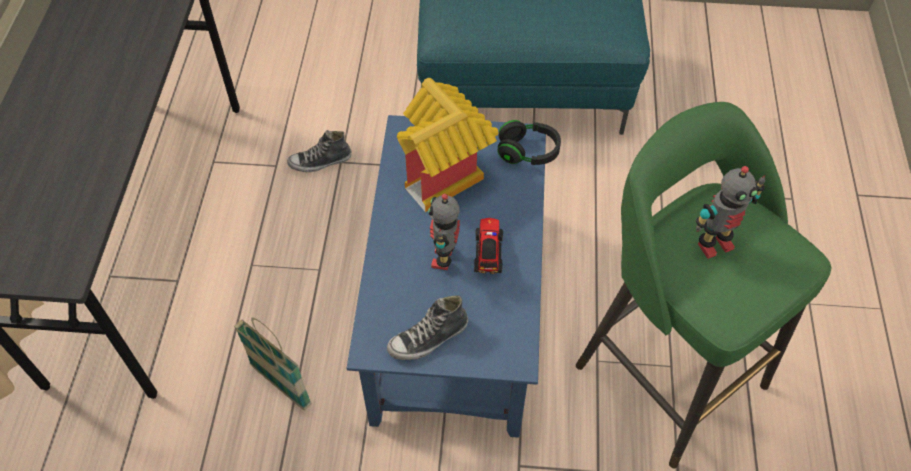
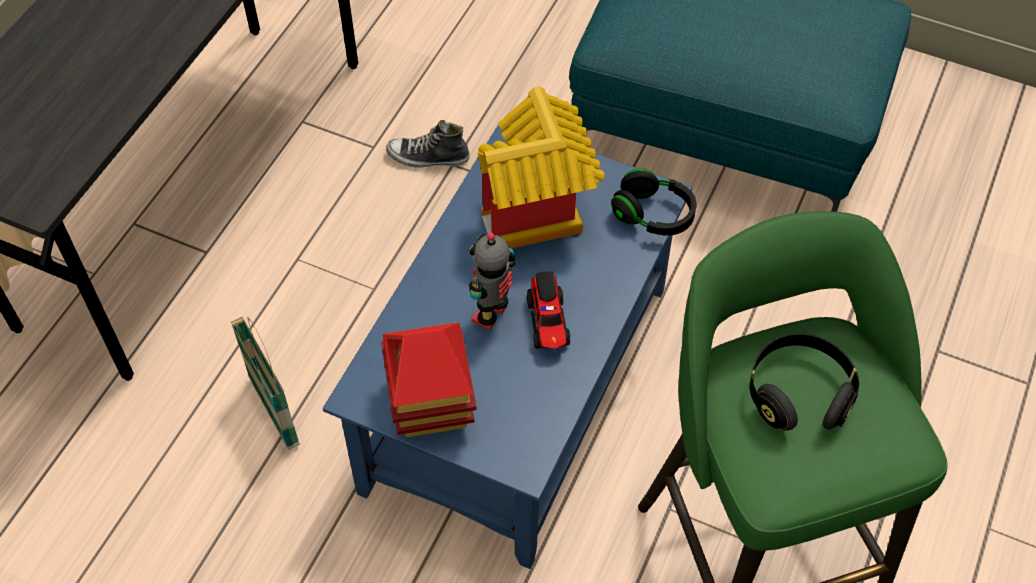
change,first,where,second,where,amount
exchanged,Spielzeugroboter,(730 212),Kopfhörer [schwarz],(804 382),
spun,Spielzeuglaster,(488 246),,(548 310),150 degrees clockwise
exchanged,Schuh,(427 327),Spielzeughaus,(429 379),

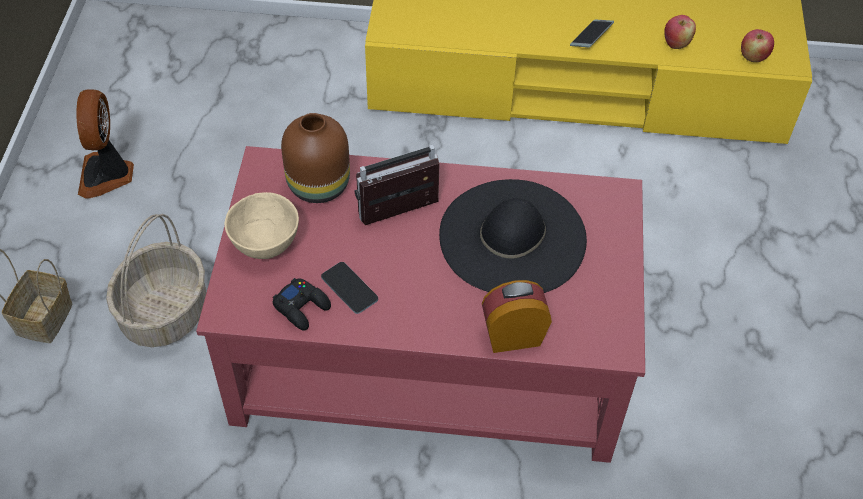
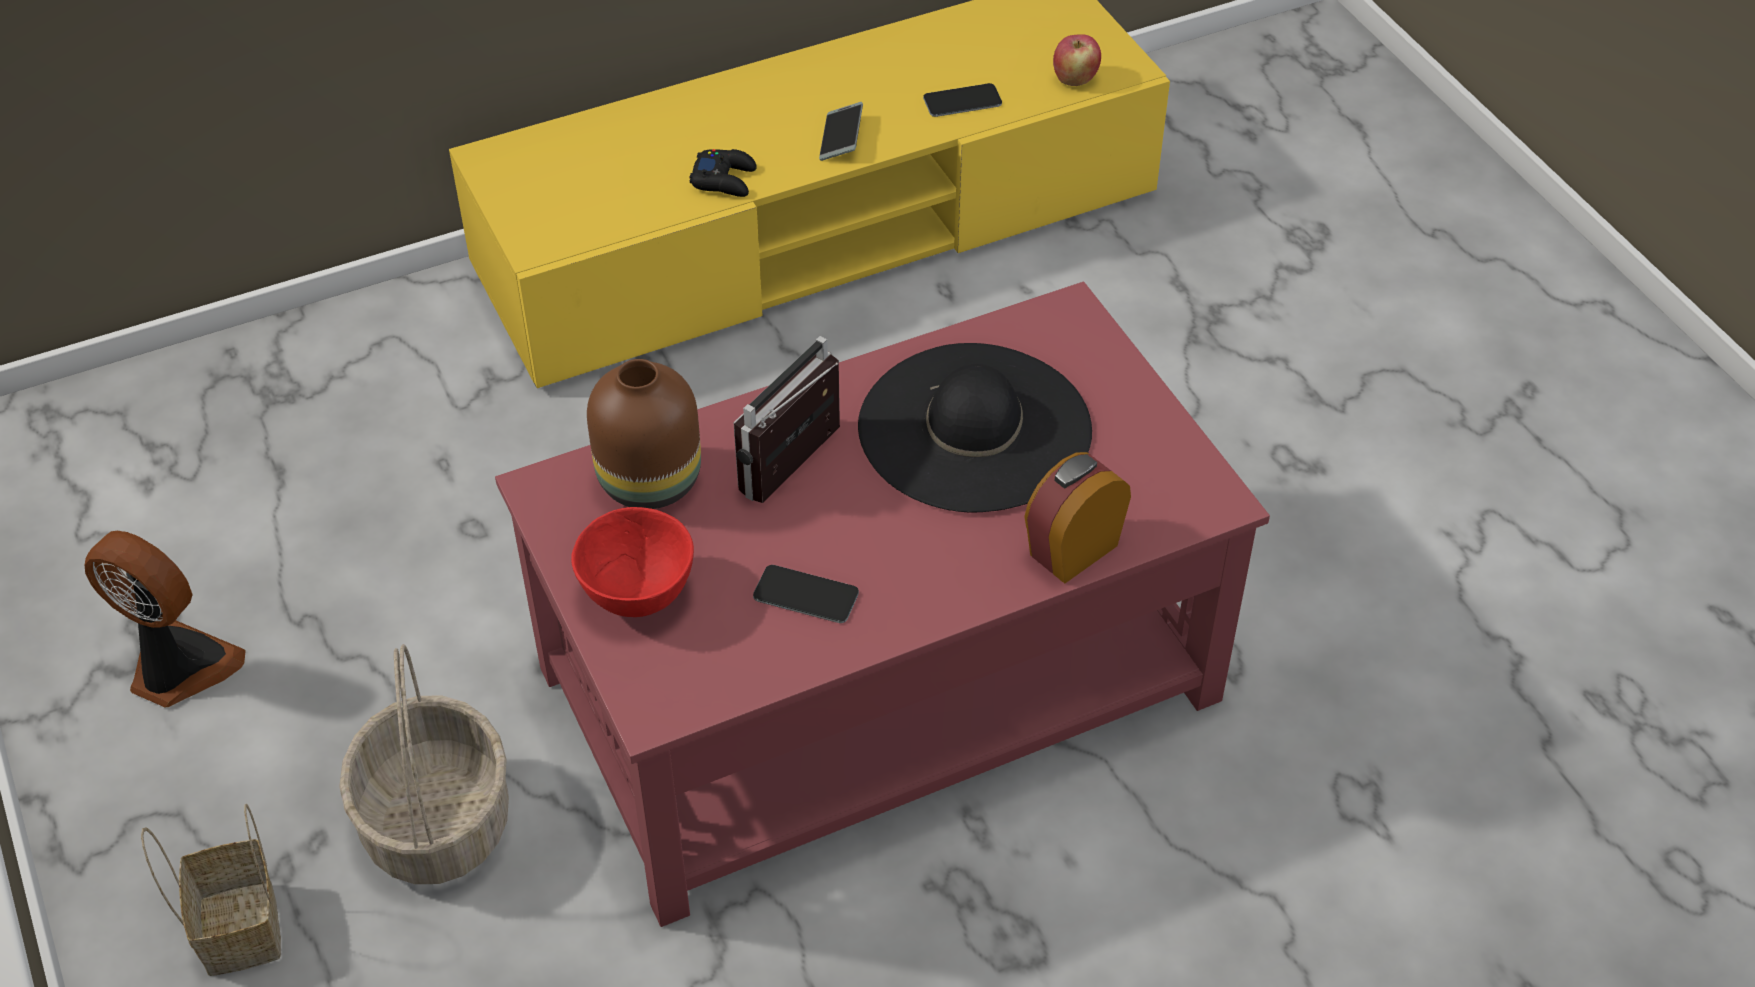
change,first,where,second,where,amount
exchanged,Apfel,(680 32),Handy,(962 100),
spun,Ventilator,(105 144),,(165 619),150 degrees clockwise
colour,Schüssel [beige],(262 225),Schüssel [rot],(632 562),
relocated,Gamepad [schwarz],(302 304),,(723 173),

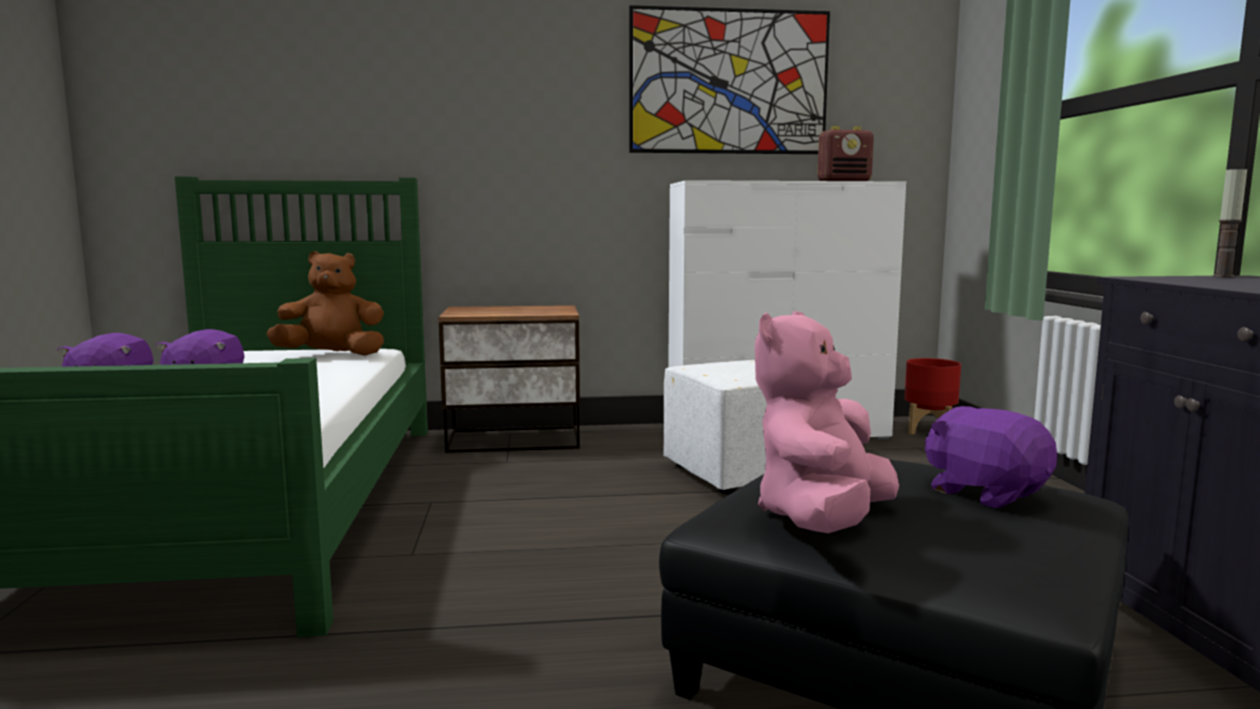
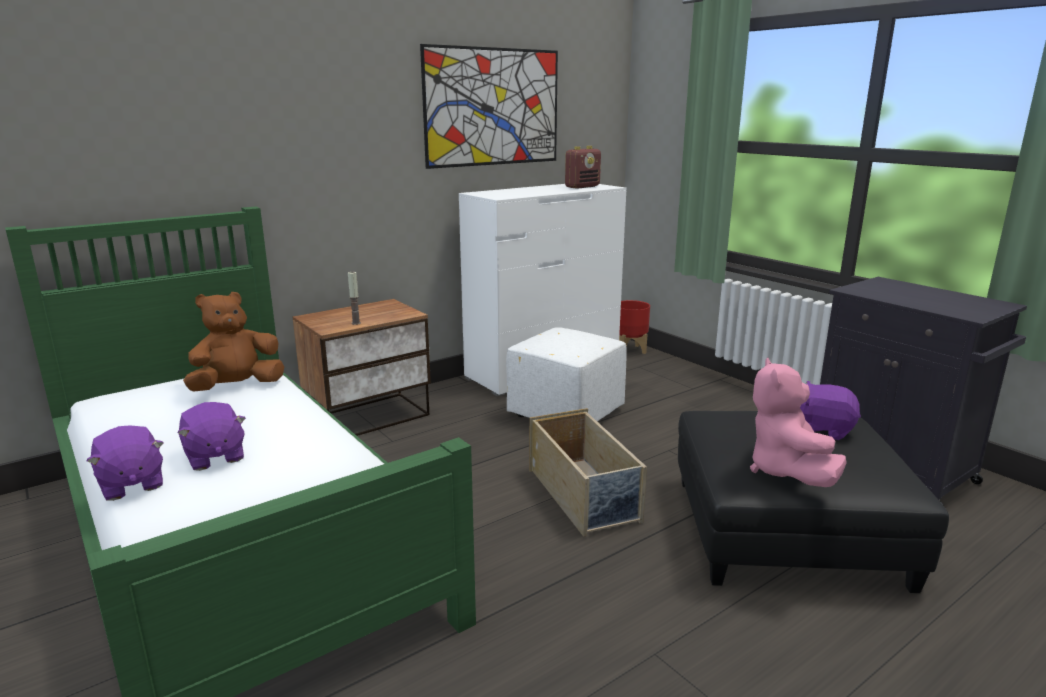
change,first,where,second,where,amount
relocated,Kerze,(1230 221),,(354 298),
appeared,,,Aufbewahrungsbox [beige],(588 472),

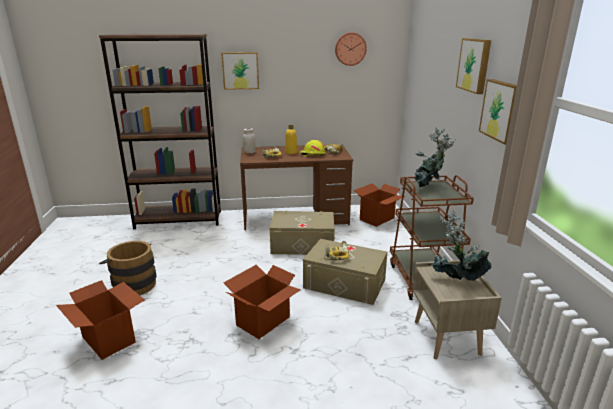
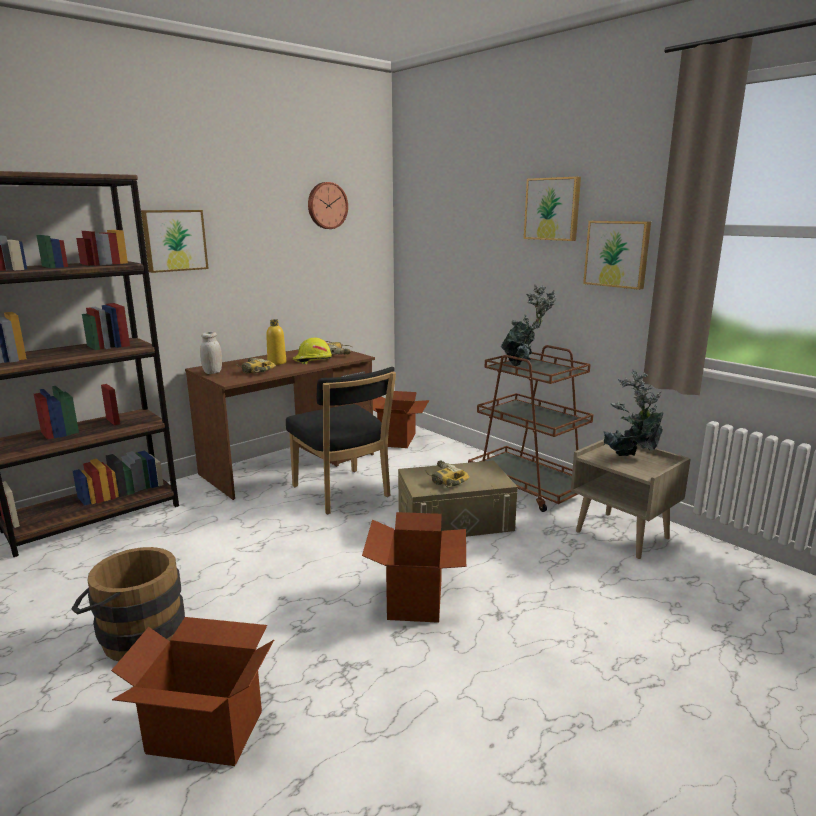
change,first,where,second,where,amount
exchanged,Aufbewahrungsbox [beige],(302 233),Stuhl [schwarz],(341 440),

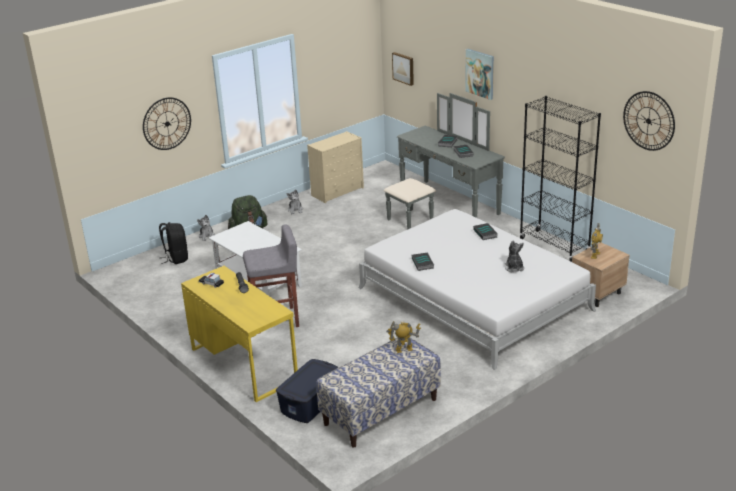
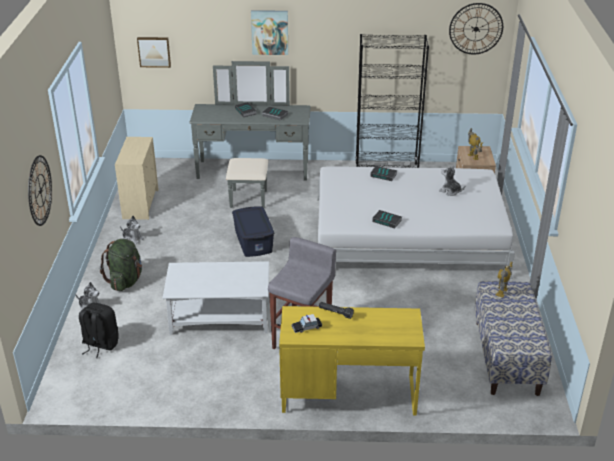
change,first,where,second,where,amount
relocated,Aufbewahrungsbox [blau],(307 391),,(253 231),

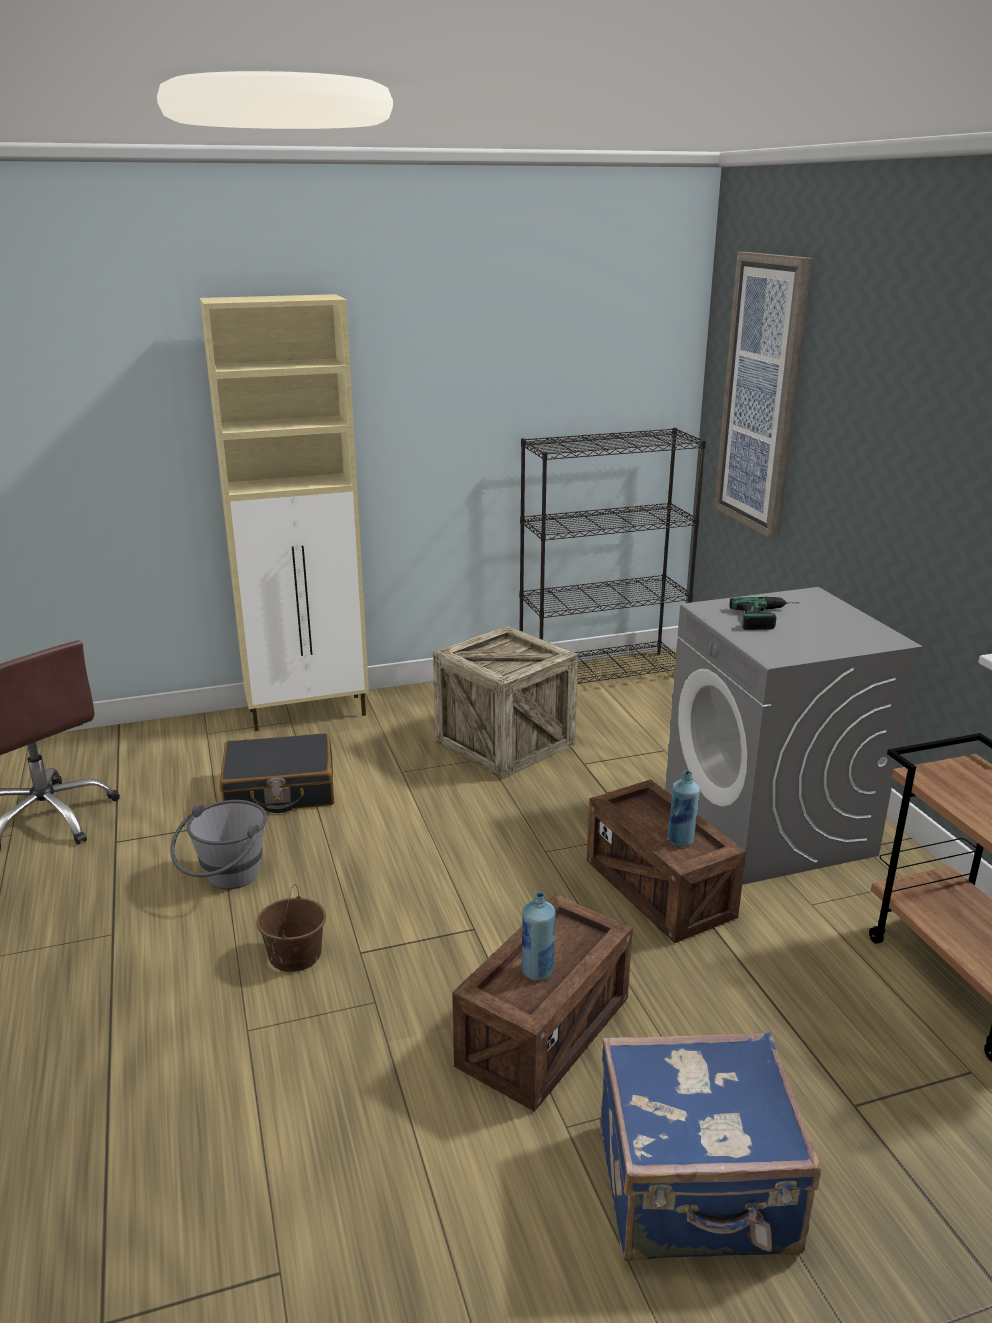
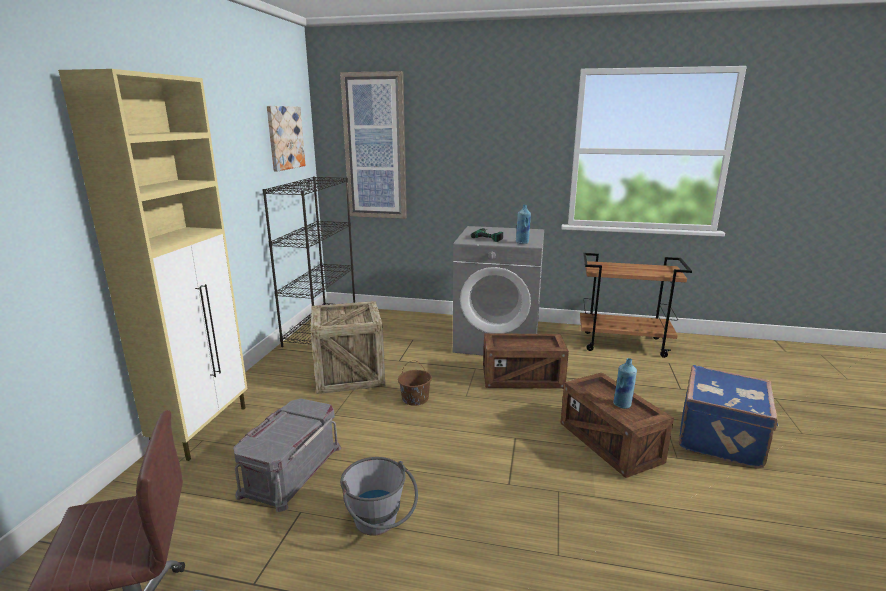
change,first,where,second,where,amount
exchanged,Koffer [schwarz],(277 773),Aufbewahrungsbox [grau],(287 455),
relocated,Flasche [blau],(683 809),,(523 224),
relocated,Eimer [braun],(291 928),,(415 383),
appeared,,,Bild,(286 138),

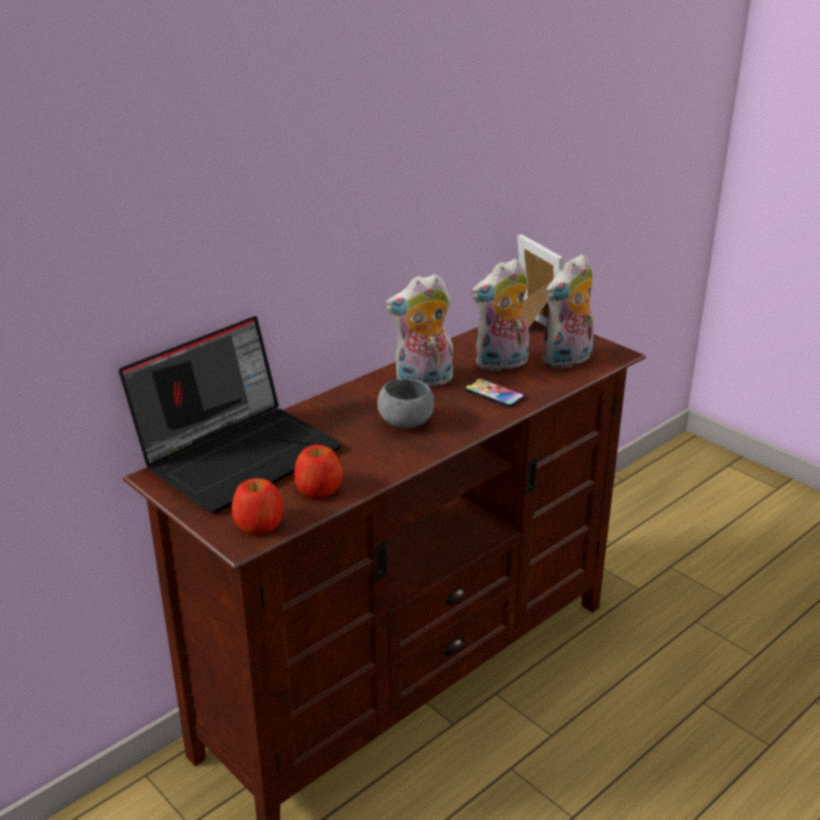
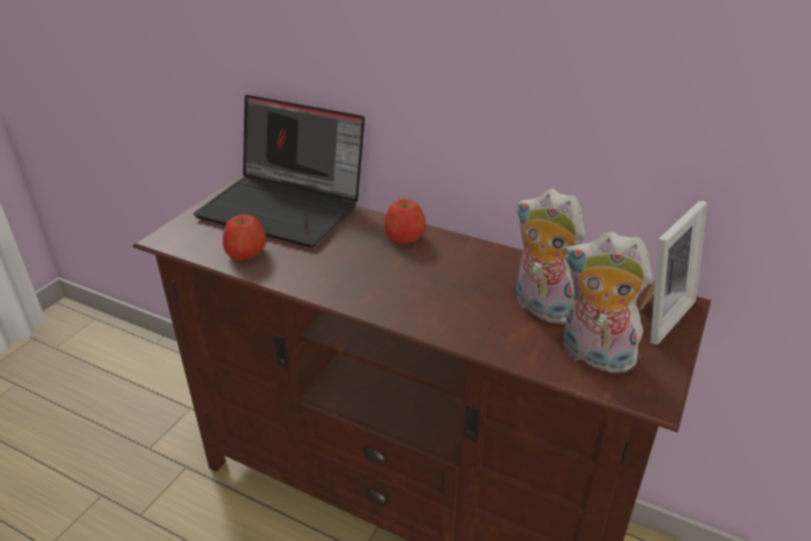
change,first,where,second,where,amount
missing,Plüschtier,(419 330),,,
missing,Schüssel [grau],(405 403),,,
missing,Handy,(494 393),,,
relocated,Apfel,(257 506),,(405 221),

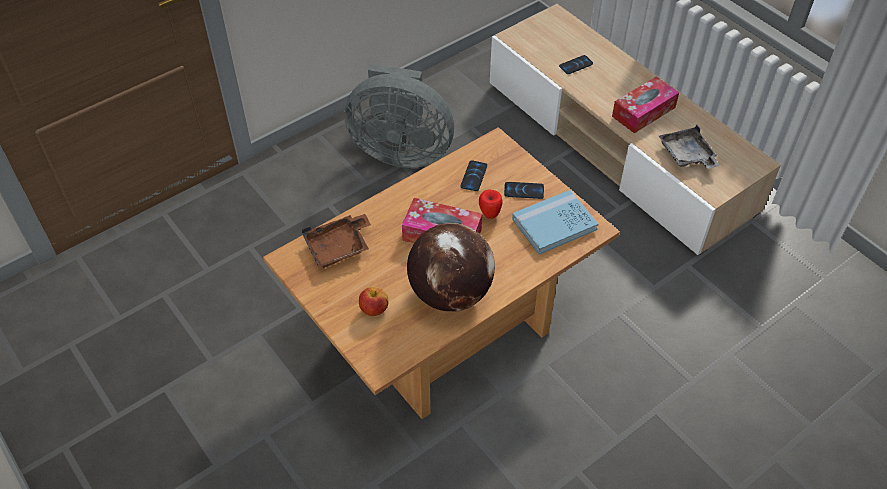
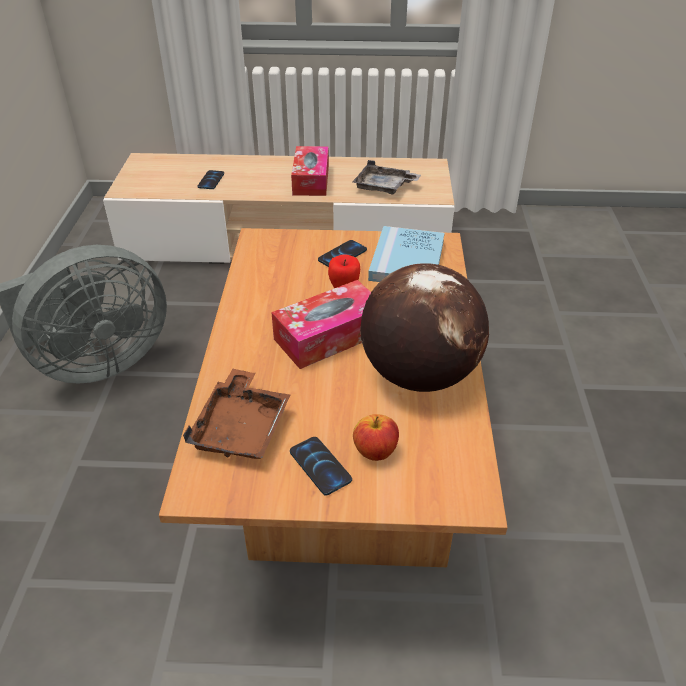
change,first,where,second,where,amount
relocated,Handy,(473 175),,(321 466),

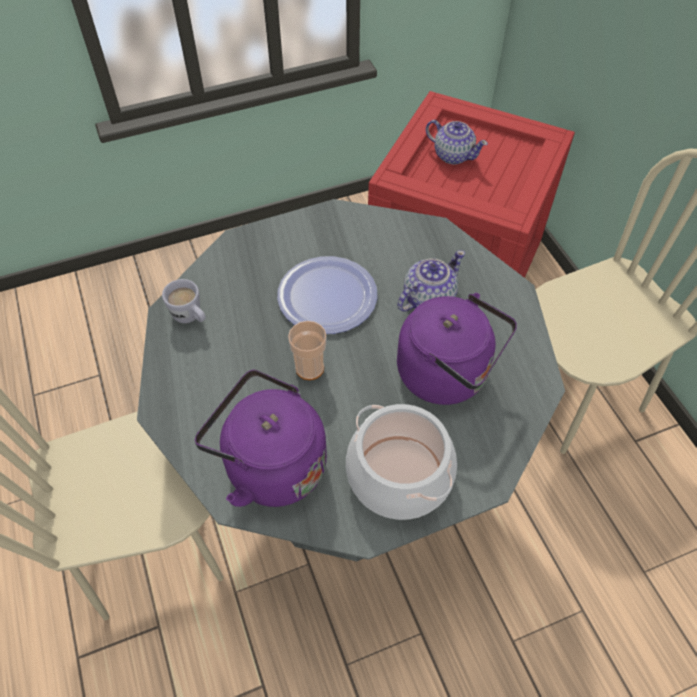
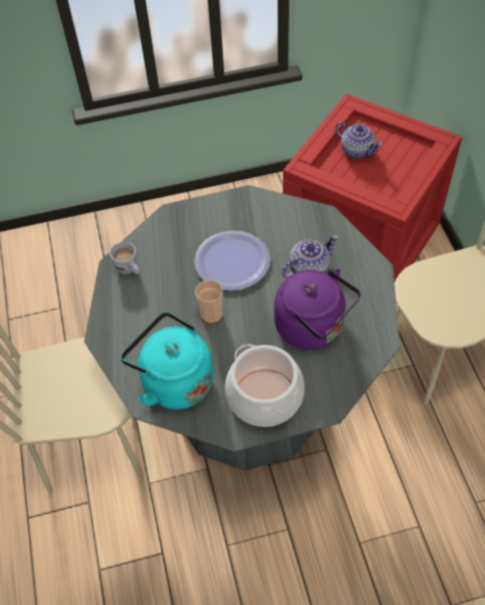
change,first,where,second,where,amount
colour,Wasserkessel [lila],(261 438),Wasserkessel [türkis],(167 361),

